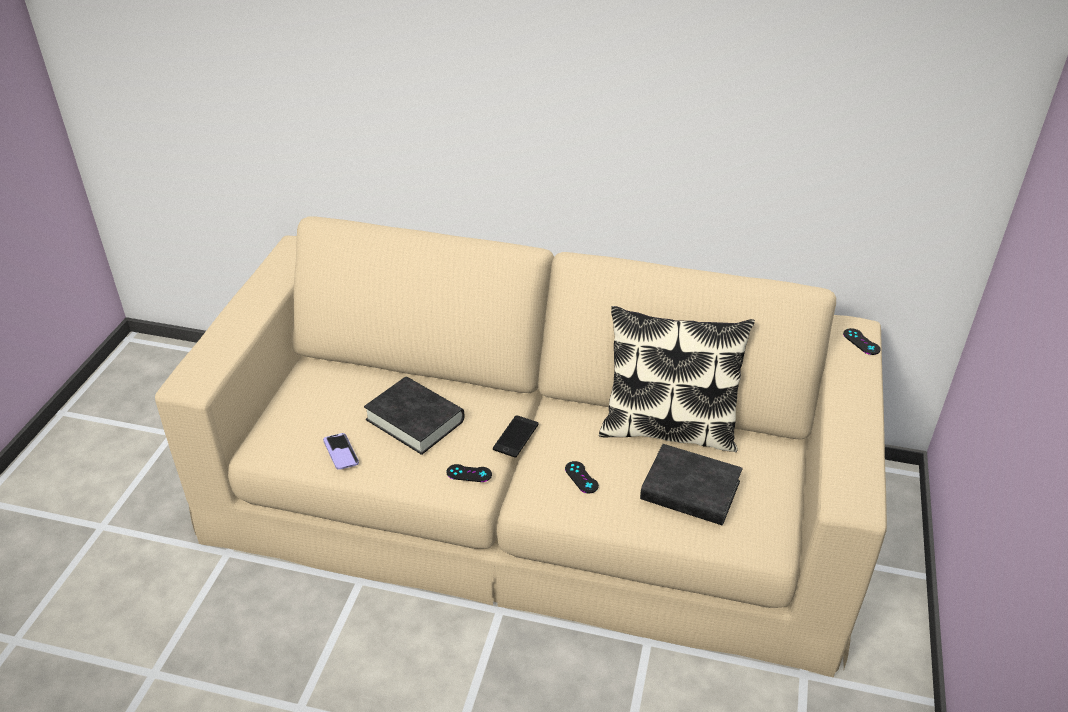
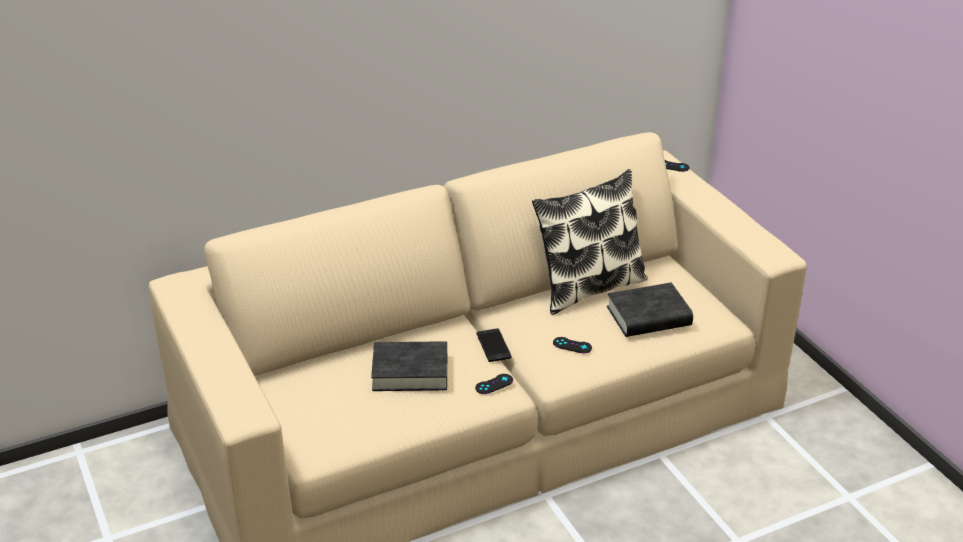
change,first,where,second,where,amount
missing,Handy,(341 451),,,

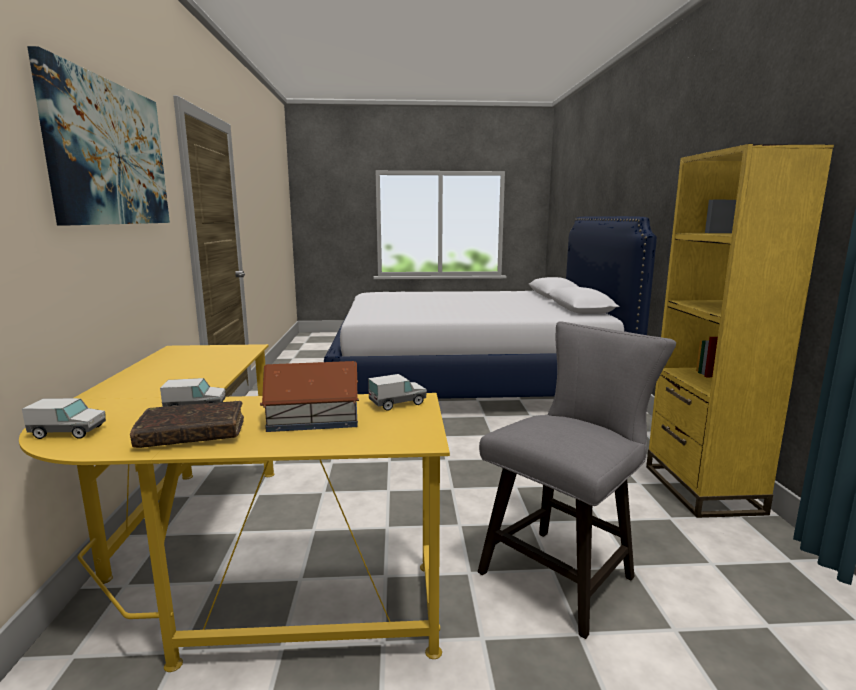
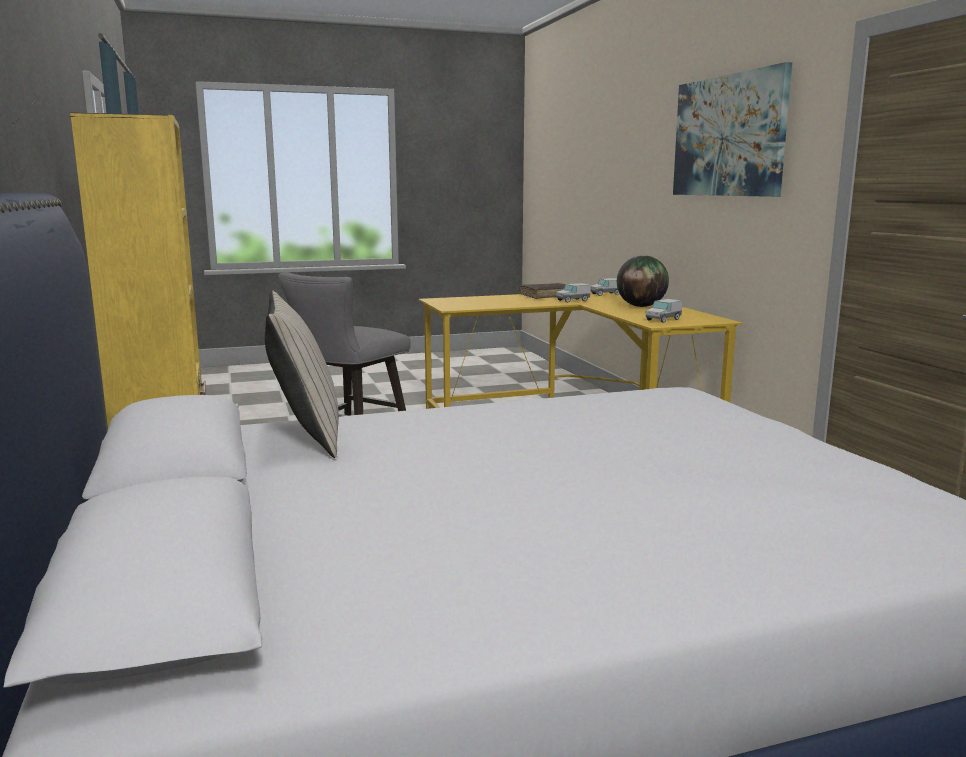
change,first,where,second,where,amount
missing,Spielzeughaus,(309 396),,,
relocated,Spielzeuglaster,(397 392),,(664 311),
appeared,,,Globus,(643 281),
appeared,,,Kissen [beige],(302 374),

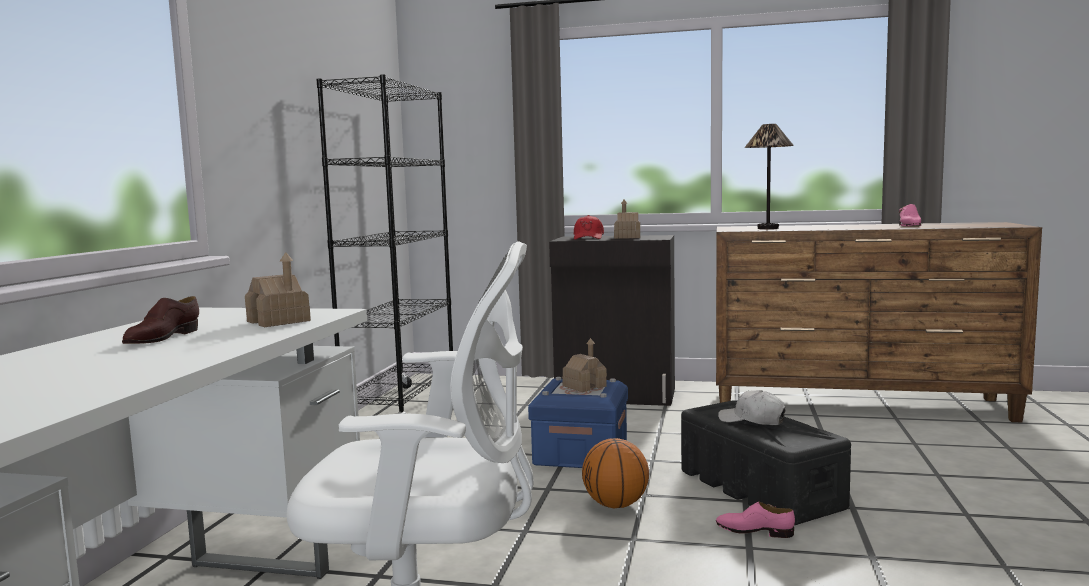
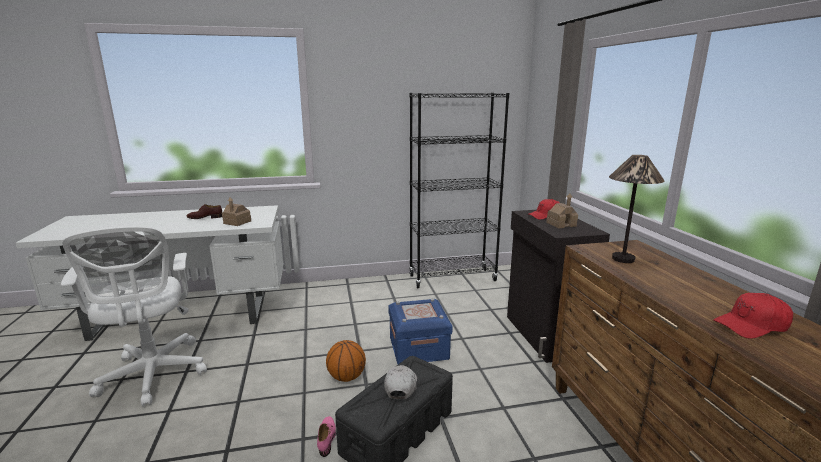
change,first,where,second,where,amount
exchanged,Schuh [rosa],(910 215),Kappe [rot],(753 316),
missing,Spielzeughaus,(584 365),,,

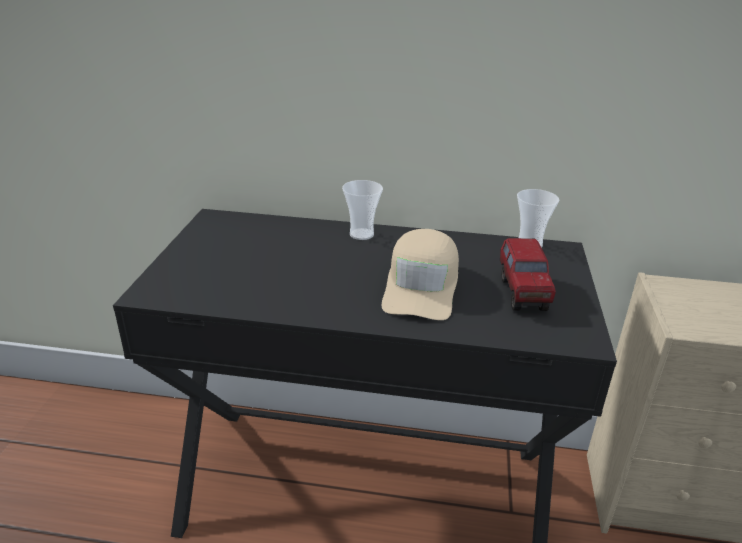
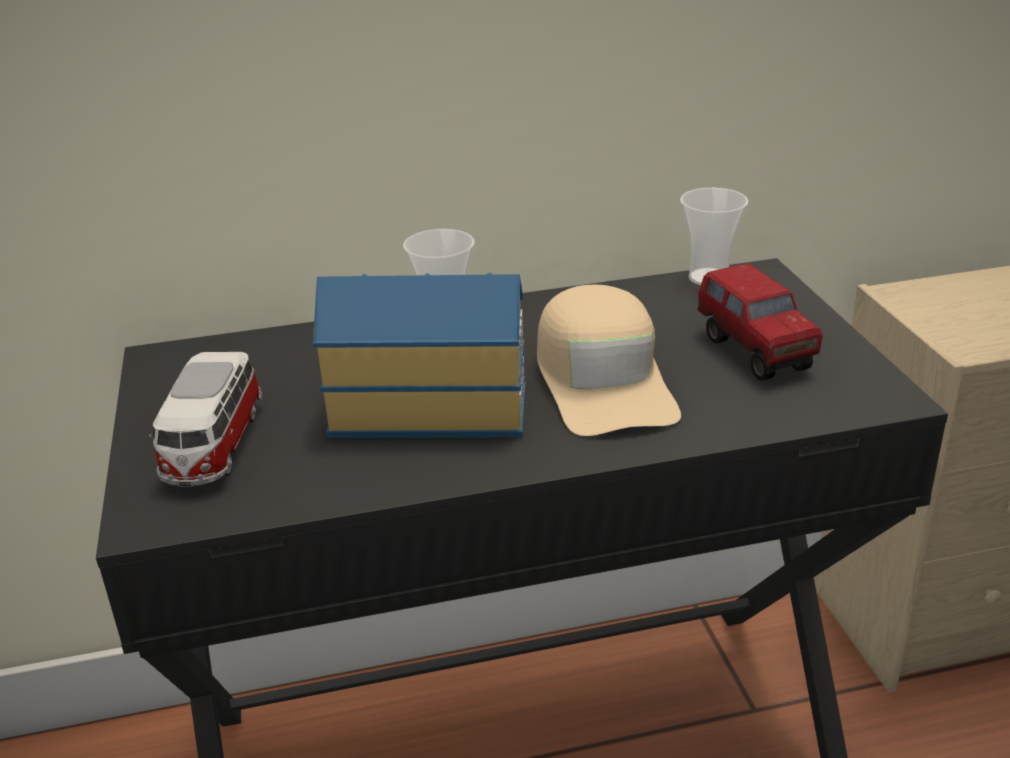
change,first,where,second,where,amount
appeared,,,Spielzeughaus,(419 355),
appeared,,,Spielzeugauto,(206 419),

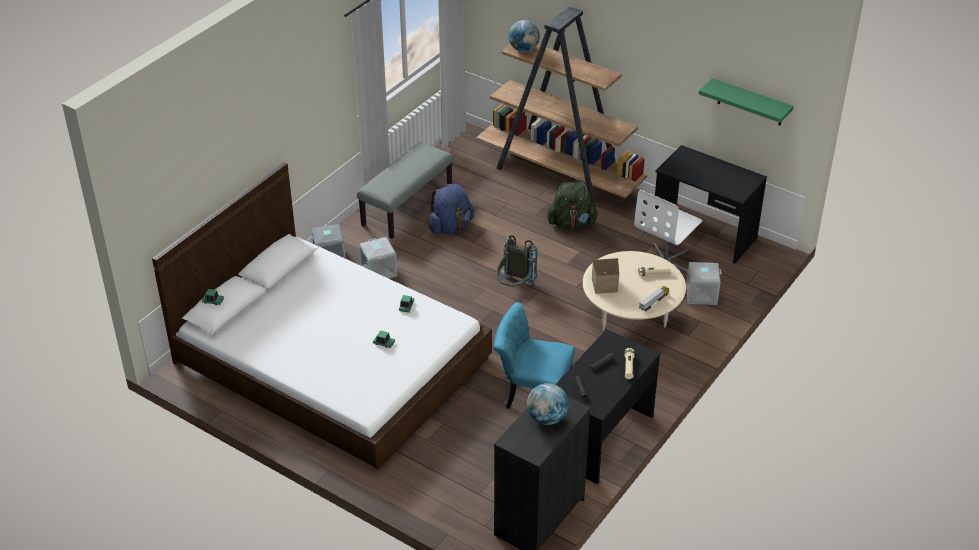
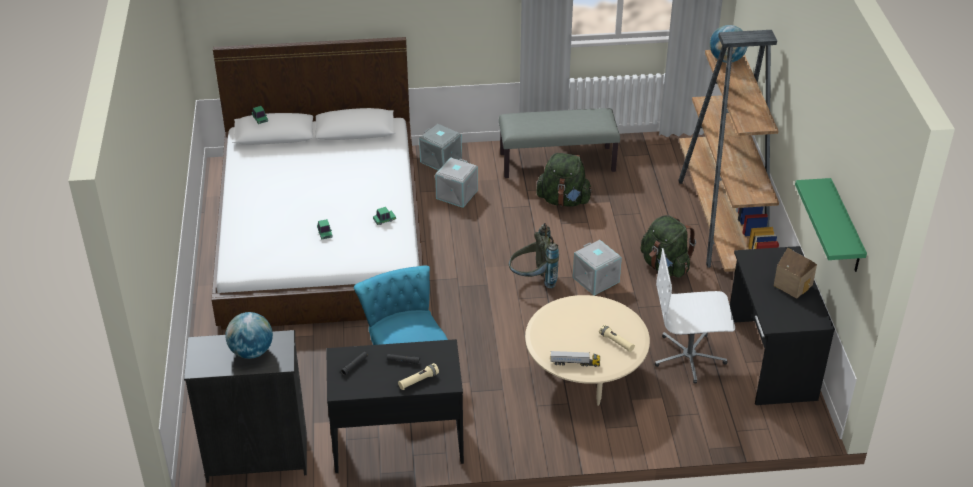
change,first,where,second,where,amount
colour,Rucksack [blau],(451 209),Rucksack [grün],(564 180),
relocated,Spielzeughaus,(605 276),,(795 273),
relocated,Aufbewahrungsbox [grau],(704 283),,(597 267),

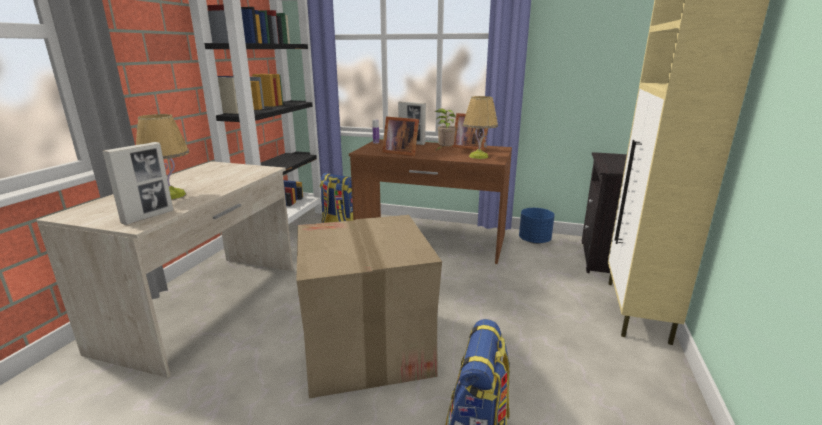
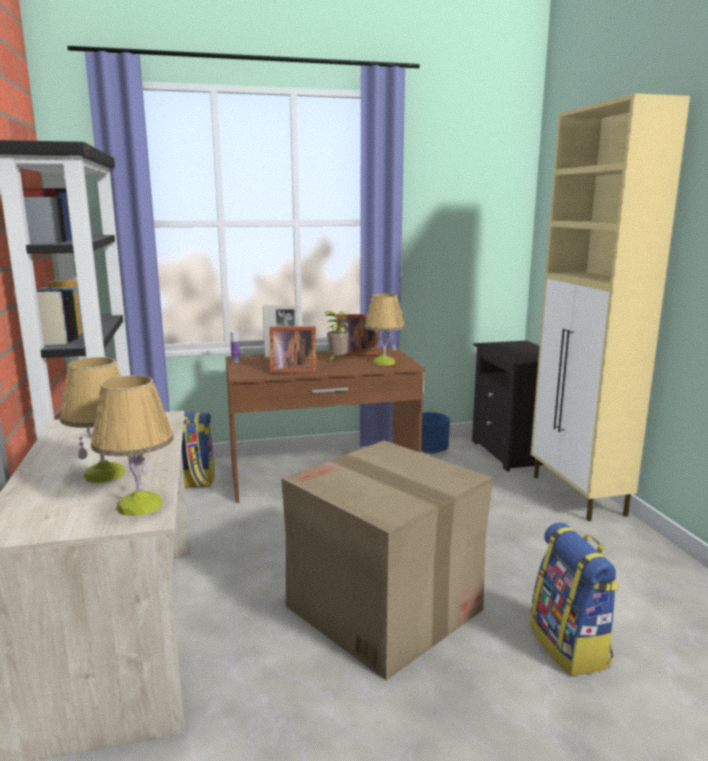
change,first,where,second,where,amount
exchanged,Bilderrahmen,(137 183),Tischlampe,(132 445),

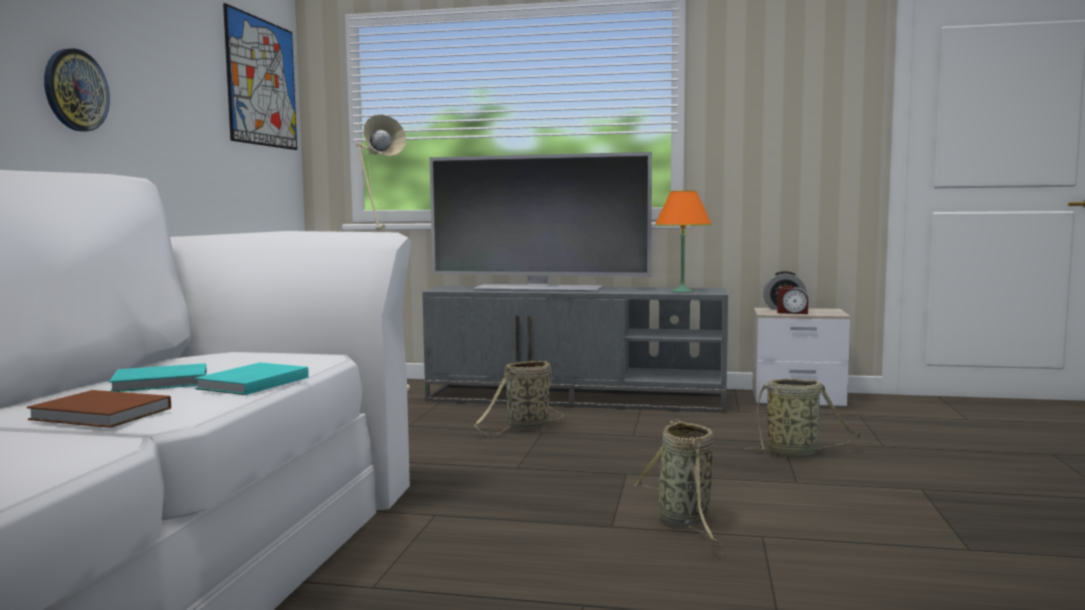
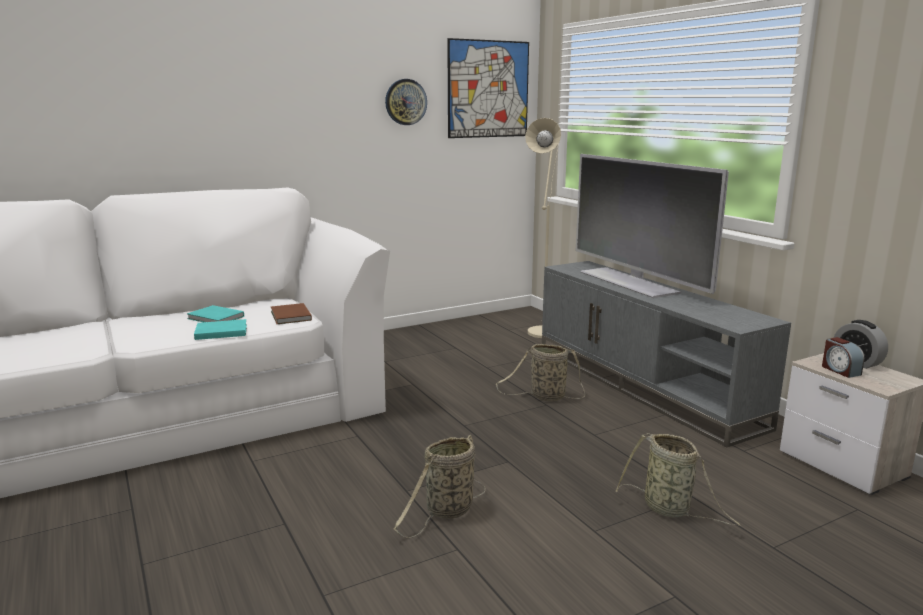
change,first,where,second,where,amount
relocated,Wanduhr,(77 90),,(406 102),
missing,Tischlampe [orange],(683 241),,,
relocated,Buch [braun],(99 409),,(291 313),

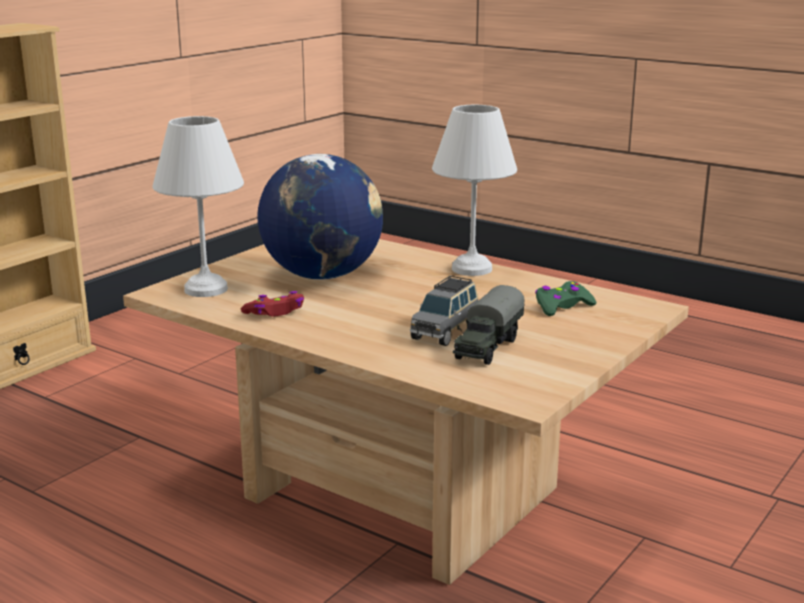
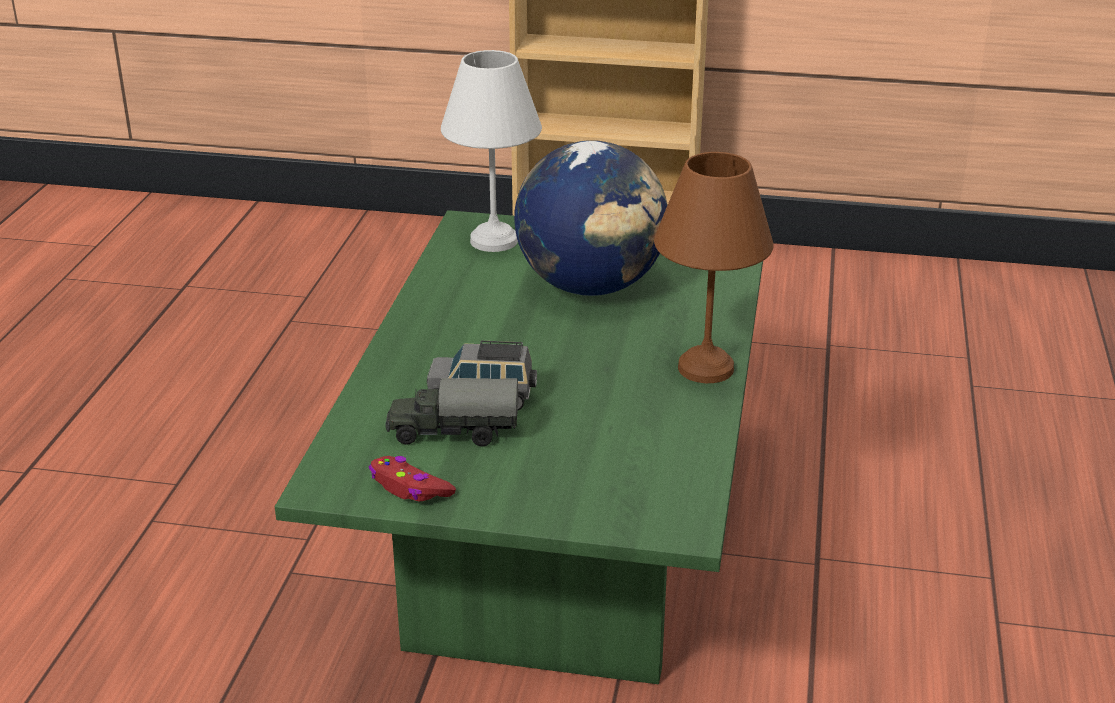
change,first,where,second,where,amount
colour,Tischlampe [weiß],(474 190),Tischlampe [braun],(714 267),
colour,Couchtisch [beige],(406 412),Couchtisch [grün],(519 447),
missing,Gamepad [grün],(565 298),,,
relocated,Gamepad [rot],(272 304),,(412 478),

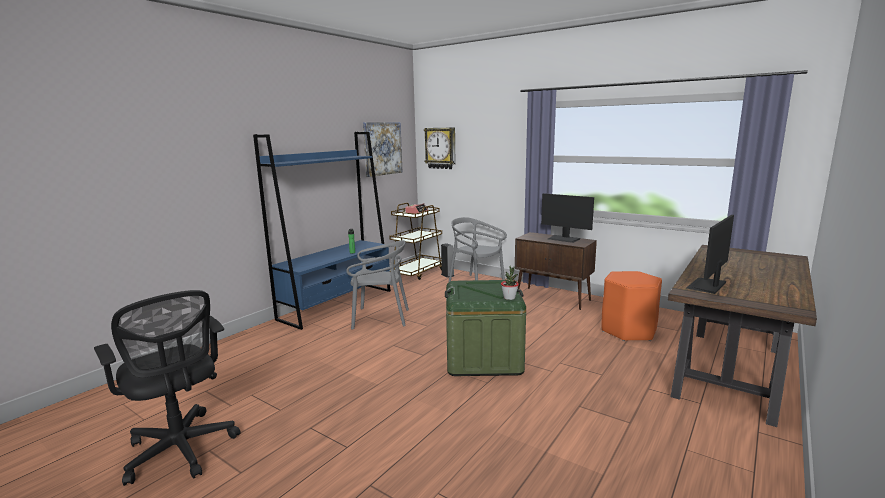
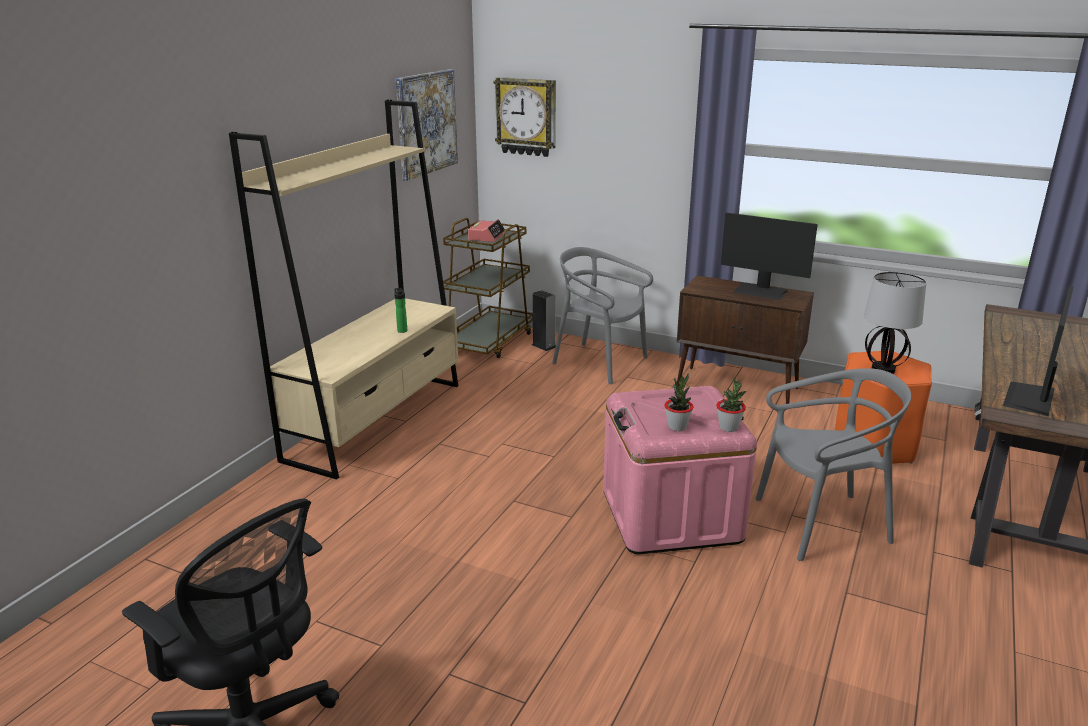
change,first,where,second,where,amount
colour,Bücherregal [blau],(322 231),Bücherregal [beige],(343 290),
relocated,Stuhl [grau],(377 285),,(833 464),
colour,Aufbewahrungsbox [grün],(485 328),Aufbewahrungsbox [rosa],(680 470),
appeared,,,Tischlampe,(895 323),
appeared,,,Topfpflanze,(678 402),

